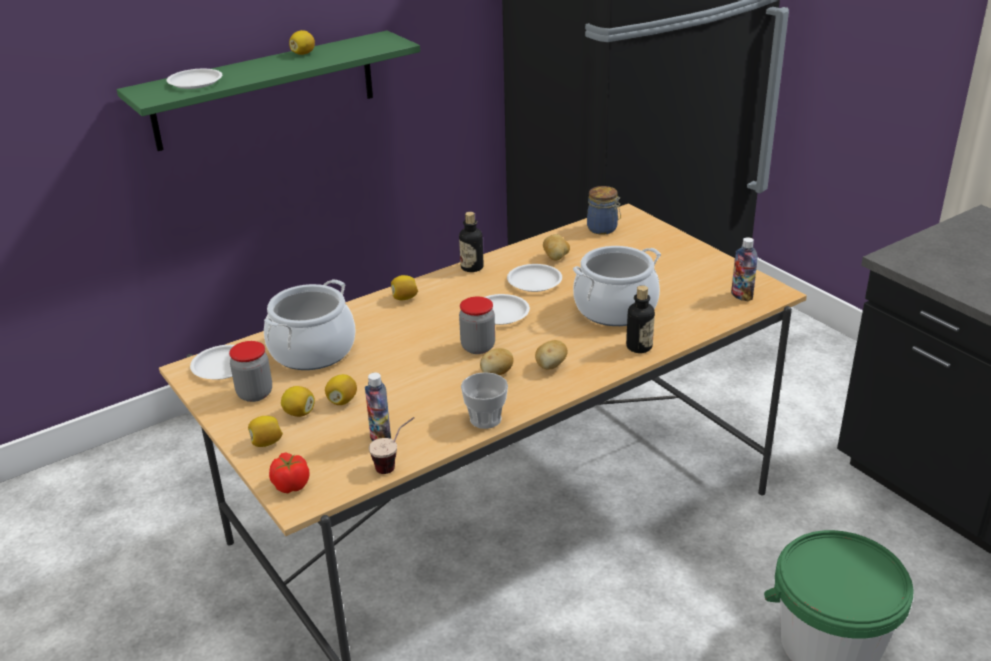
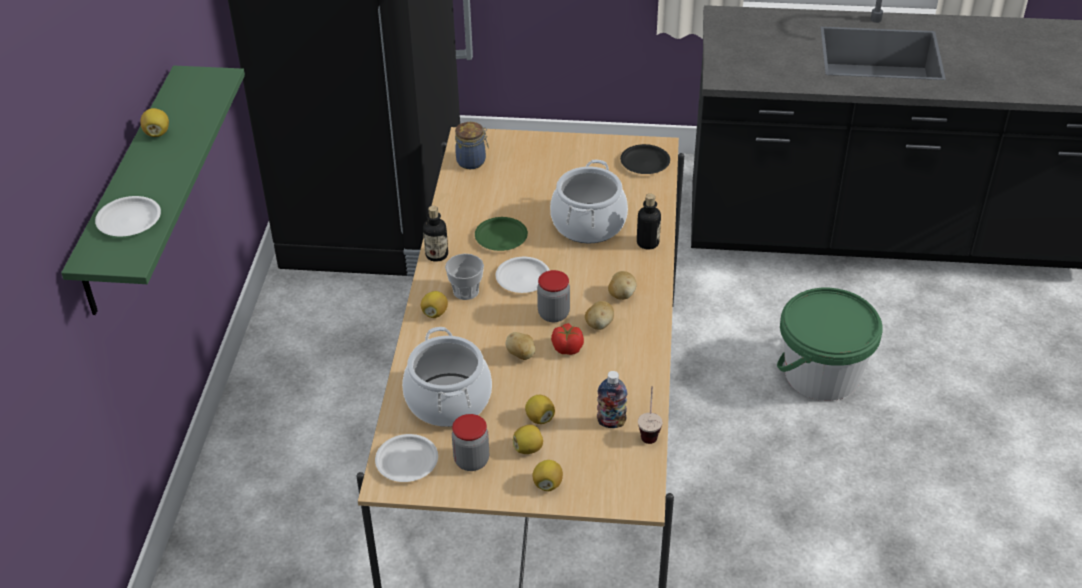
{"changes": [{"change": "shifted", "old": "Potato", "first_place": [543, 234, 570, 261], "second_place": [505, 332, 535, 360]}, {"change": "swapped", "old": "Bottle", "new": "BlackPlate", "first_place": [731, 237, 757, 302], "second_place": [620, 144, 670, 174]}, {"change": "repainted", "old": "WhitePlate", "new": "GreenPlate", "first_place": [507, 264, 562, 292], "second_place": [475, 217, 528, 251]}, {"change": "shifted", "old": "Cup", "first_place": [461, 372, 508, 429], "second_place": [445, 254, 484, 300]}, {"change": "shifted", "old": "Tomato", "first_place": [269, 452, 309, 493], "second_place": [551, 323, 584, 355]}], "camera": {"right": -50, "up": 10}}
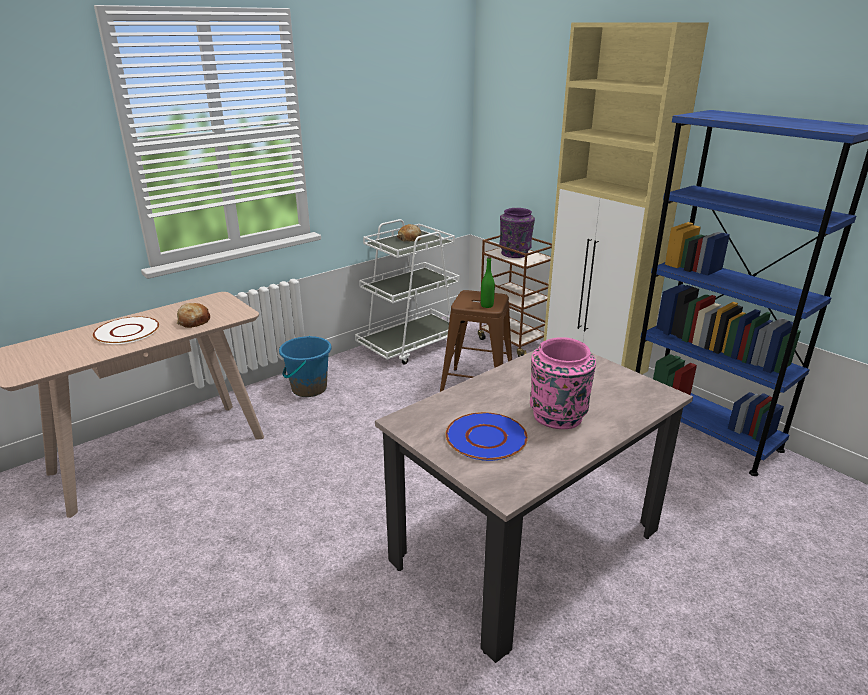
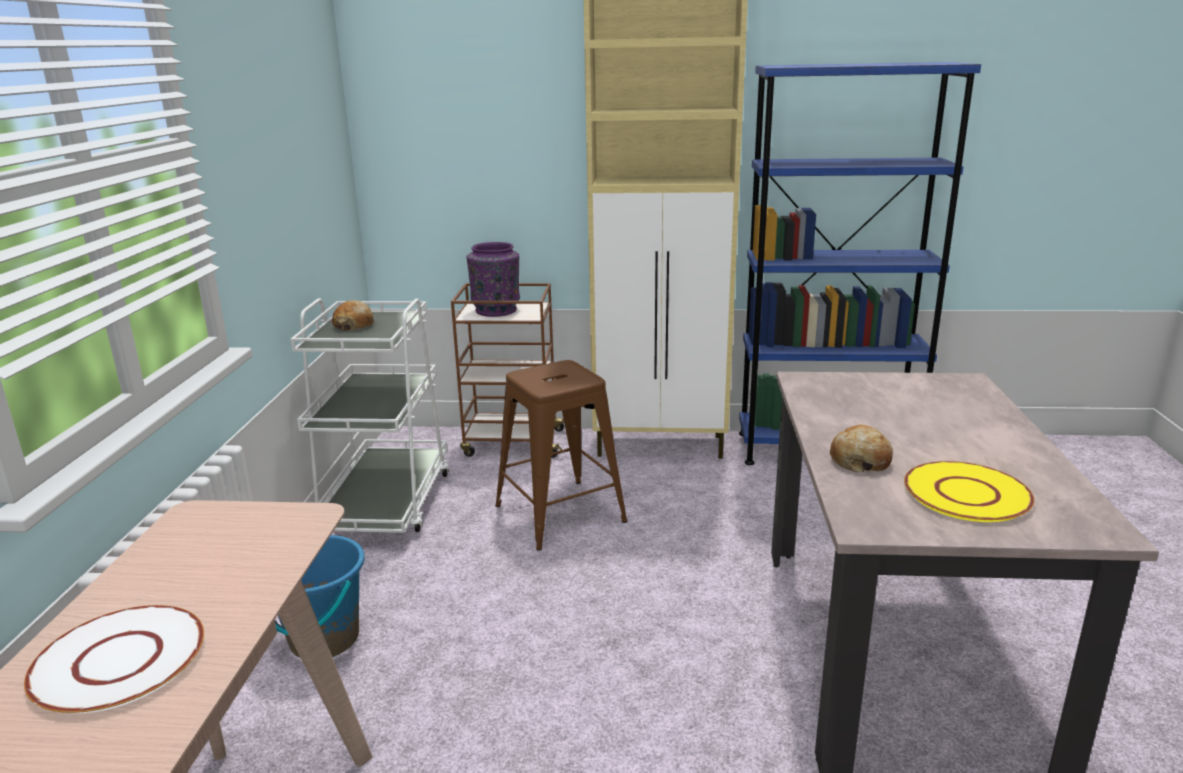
{"changes": [{"change": "gone", "old": "GreenBottle", "first_place": [481, 257, 495, 308]}, {"change": "shifted", "old": "Bread", "first_place": [177, 303, 210, 328], "second_place": [830, 425, 893, 472]}, {"change": "gone", "old": "PinkVase", "first_place": [530, 337, 596, 429]}, {"change": "repainted", "old": "BluePlate", "new": "YellowPlate", "first_place": [445, 412, 528, 461], "second_place": [904, 461, 1034, 522]}], "camera": {"right": -45, "up": -5}}
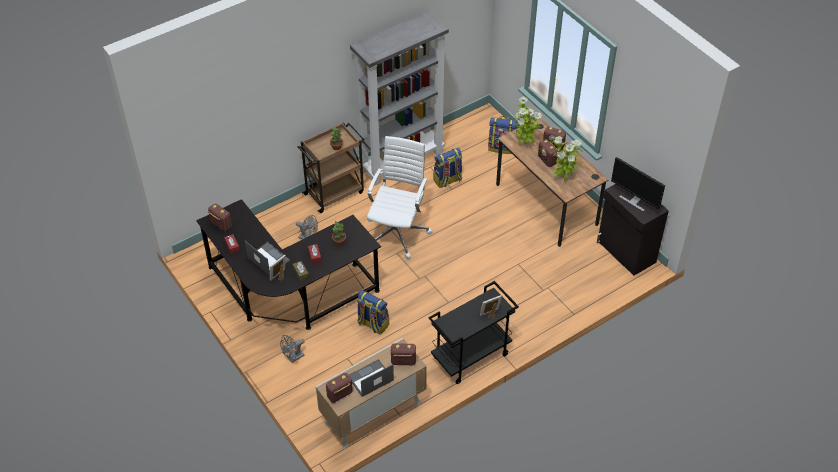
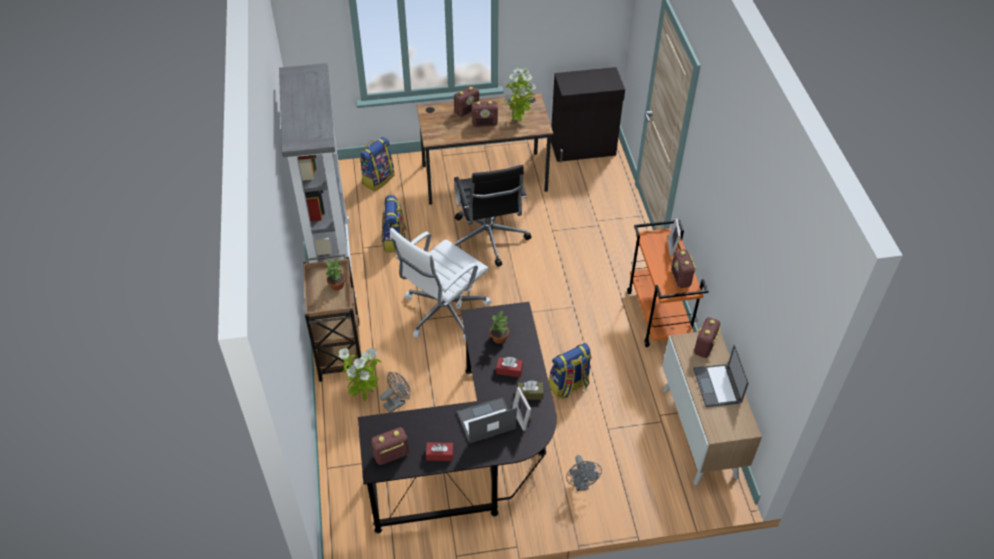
{"changes": [{"change": "shifted", "old": "PottedPlant", "first_place": [515, 96, 542, 145], "second_place": [337, 348, 381, 401]}, {"change": "rotated", "old": "WhiteOfficeChair", "first_place": [367, 136, 433, 259], "second_place": [390, 228, 491, 341], "degrees": -90}, {"change": "gone", "old": "Monitor", "first_place": [611, 157, 665, 212]}, {"change": "repainted", "old": "BlackCart", "new": "OrangeCart", "first_place": [429, 281, 519, 384], "second_place": [627, 220, 708, 347]}, {"change": "shifted", "old": "Radio", "first_place": [326, 373, 353, 403], "second_place": [671, 250, 696, 288]}, {"change": "new", "new": "BlackOfficeChair", "second_place": [454, 165, 531, 267]}], "camera": {"right": -65, "up": 0}}
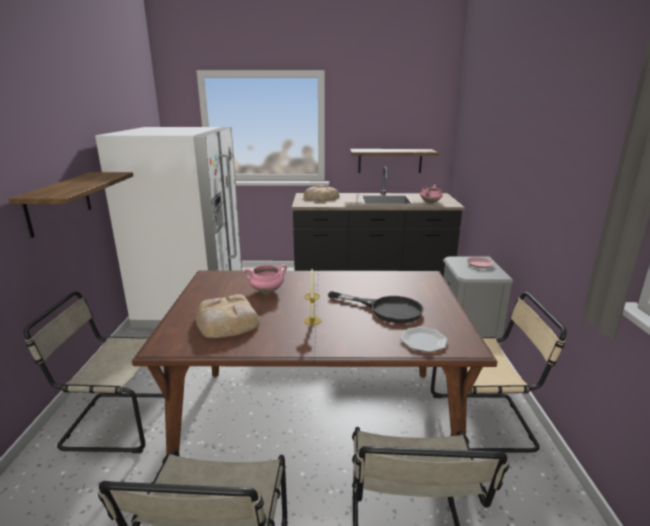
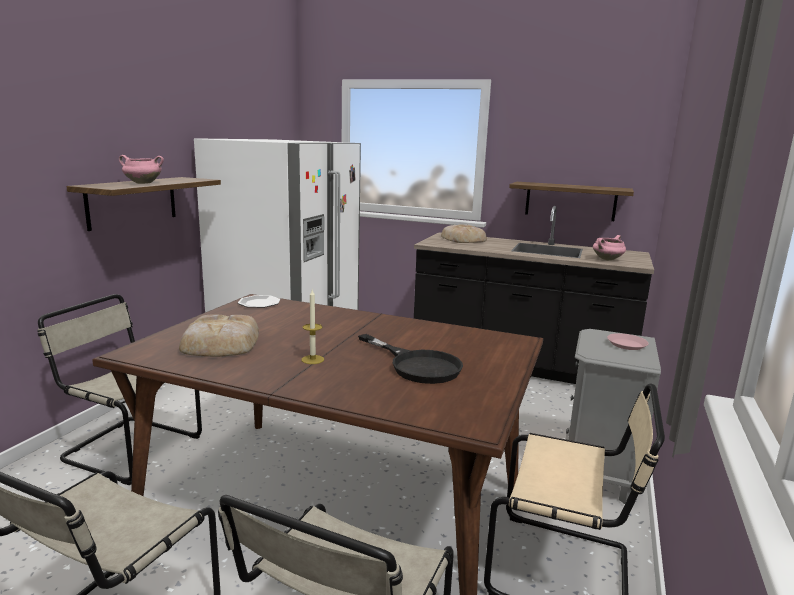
{"changes": [{"change": "shifted", "old": "PinkCookingPot", "first_place": [244, 264, 287, 293], "second_place": [119, 155, 164, 184]}, {"change": "shifted", "old": "Plate", "first_place": [400, 327, 448, 352], "second_place": [238, 295, 280, 308]}], "camera": {"right": 20, "up": -5}}
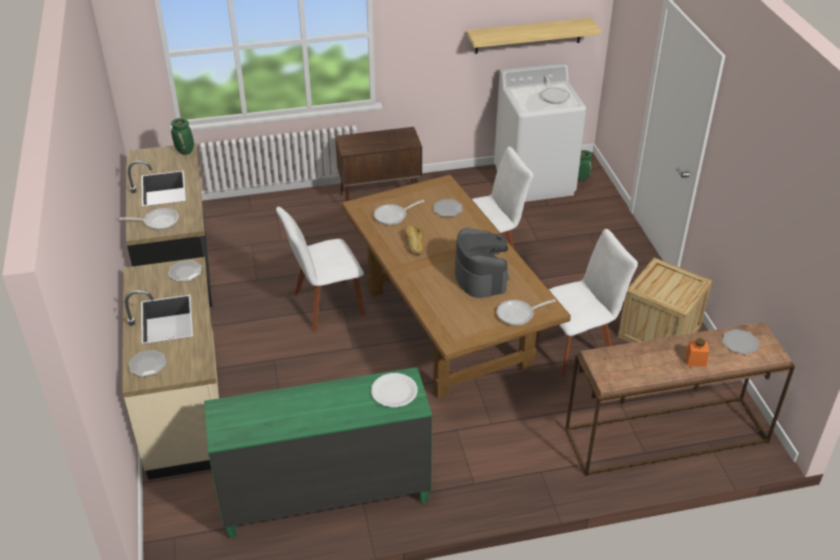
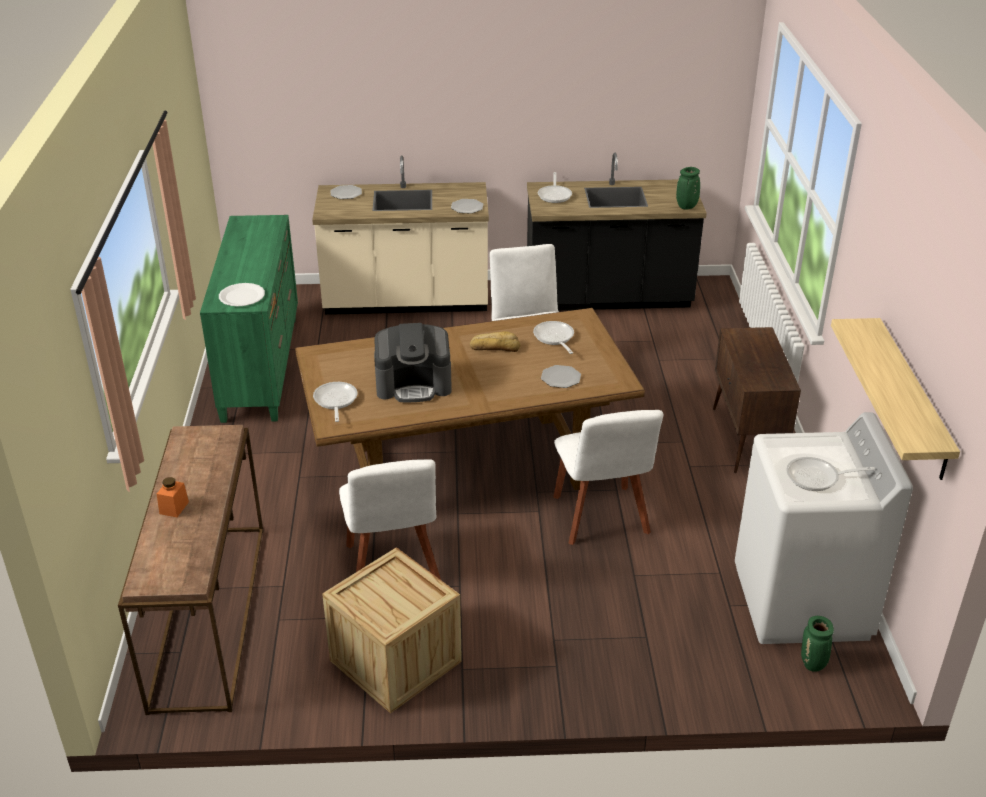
{"changes": [{"change": "gone", "old": "Plate", "first_place": [722, 329, 759, 355]}], "camera": {"right": 100, "up": -5}}
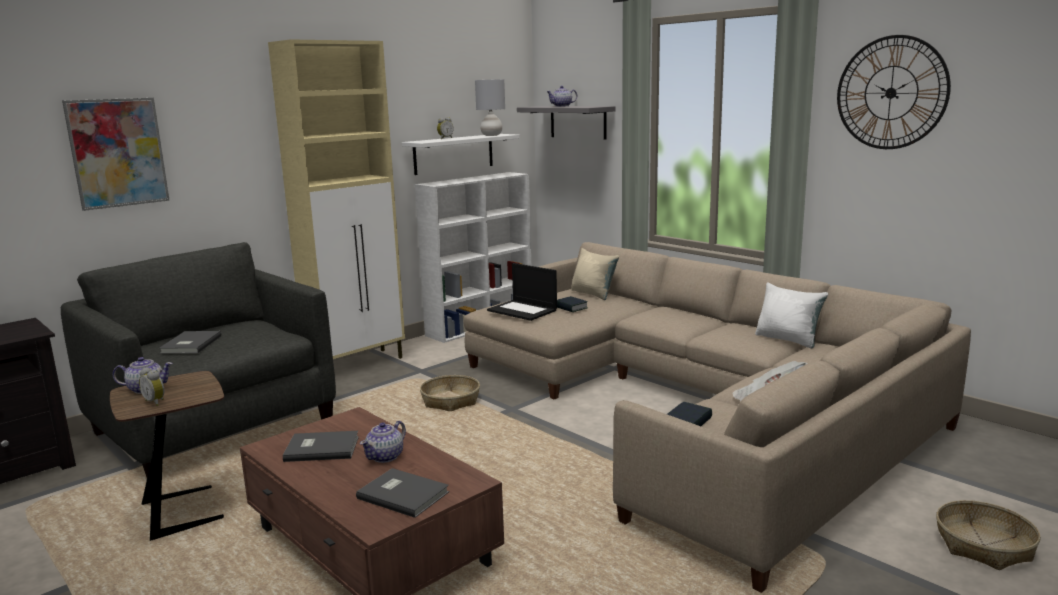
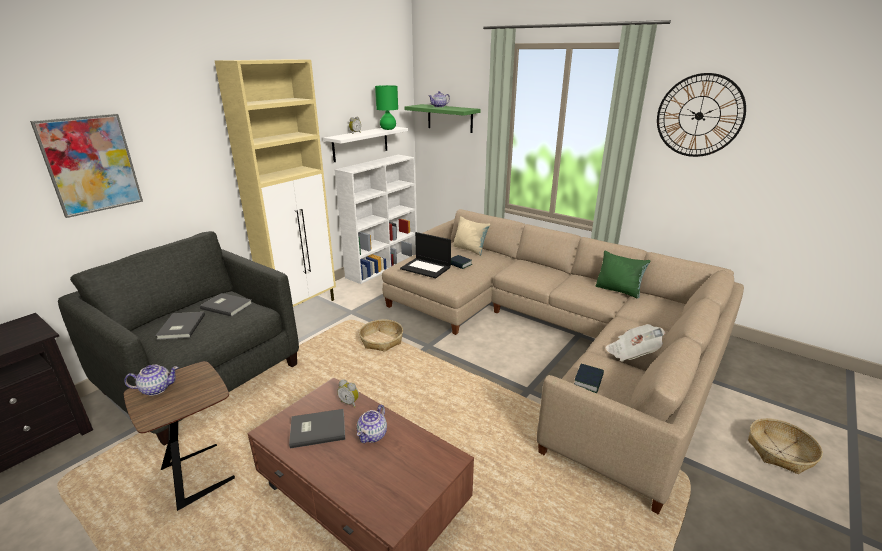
{"changes": [{"change": "repainted", "old": "GreyTableLamp", "new": "GreenTableLamp", "first_place": [475, 79, 505, 136], "second_place": [375, 85, 398, 130]}, {"change": "repainted", "old": "GreyShelf", "new": "GreenShelf", "first_place": [517, 106, 616, 140], "second_place": [405, 104, 481, 133]}, {"change": "repainted", "old": "WhitePillow", "new": "GreenPillow", "first_place": [755, 283, 828, 348], "second_place": [596, 251, 650, 299]}, {"change": "shifted", "old": "AlarmClock", "first_place": [139, 367, 165, 406], "second_place": [337, 379, 359, 408]}, {"change": "shifted", "old": "GreyBook", "first_place": [356, 468, 449, 518], "second_place": [200, 293, 252, 317]}], "camera": {"right": -10, "up": 10}}
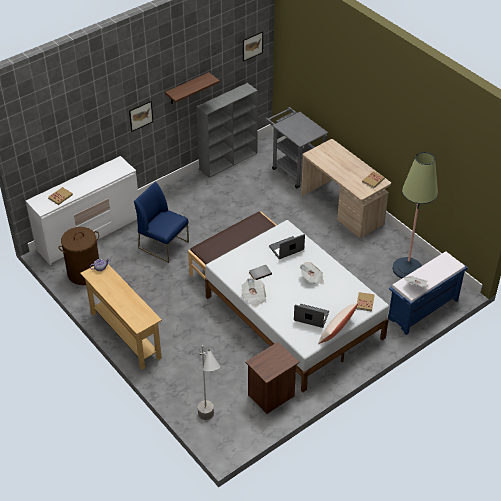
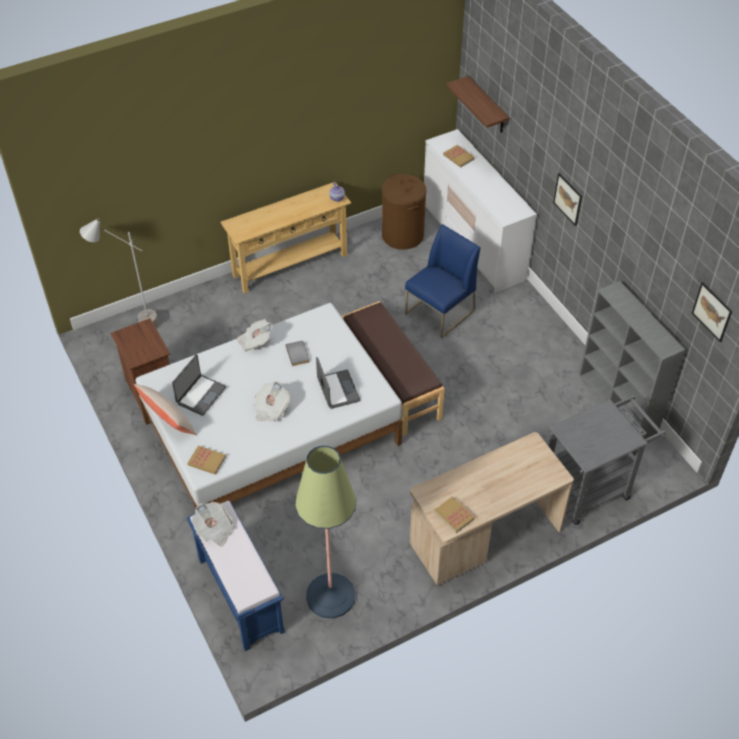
{"changes": [{"change": "shifted", "old": "Shelf", "first_place": [165, 72, 220, 104], "second_place": [447, 76, 509, 133]}], "camera": {"right": 100, "up": 5}}
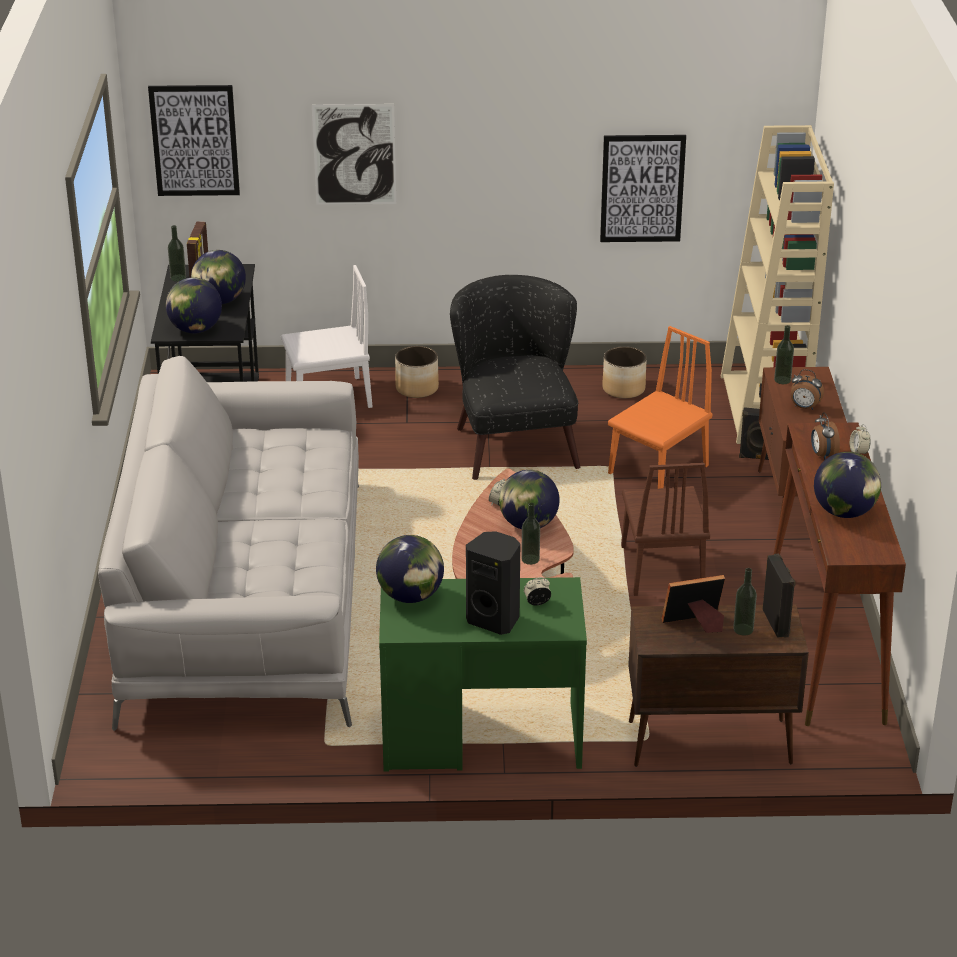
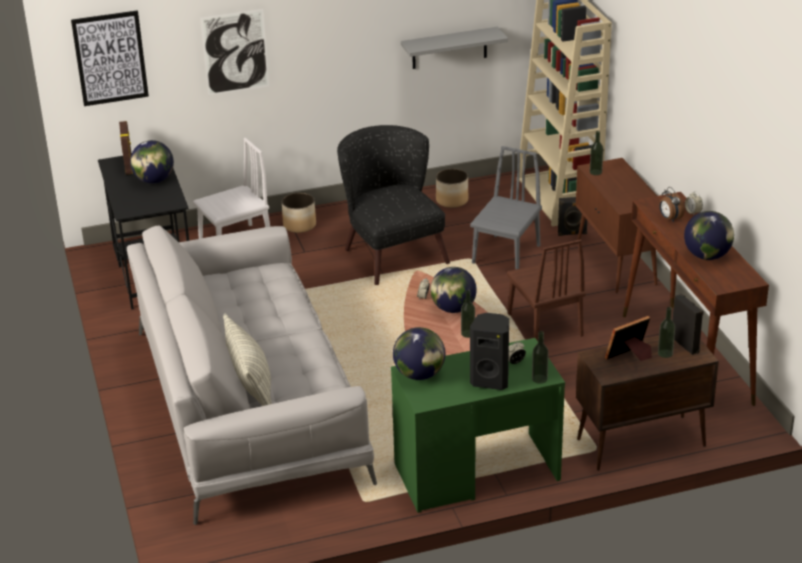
{"changes": [{"change": "swapped", "old": "Picture", "new": "GreyShelf", "first_place": [600, 135, 686, 242], "second_place": [401, 27, 508, 69]}, {"change": "shifted", "old": "Bottle", "first_place": [168, 225, 186, 282], "second_place": [532, 331, 548, 384]}, {"change": "gone", "old": "Globe", "first_place": [166, 277, 222, 333]}, {"change": "repainted", "old": "OrangeChair", "new": "GreyChair", "first_place": [608, 326, 712, 489], "second_place": [470, 146, 542, 270]}, {"change": "gone", "old": "AlarmClock", "first_place": [791, 369, 824, 410]}, {"change": "new", "new": "Pillow", "second_place": [223, 314, 272, 406]}], "camera": {"right": -15, "up": 0}}
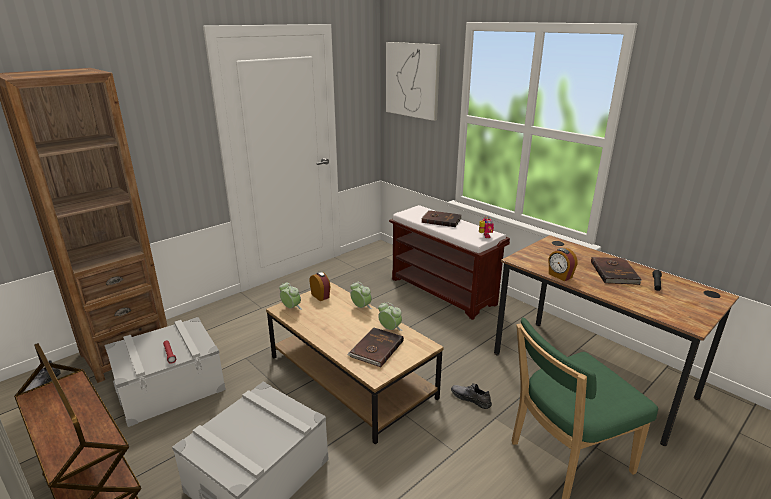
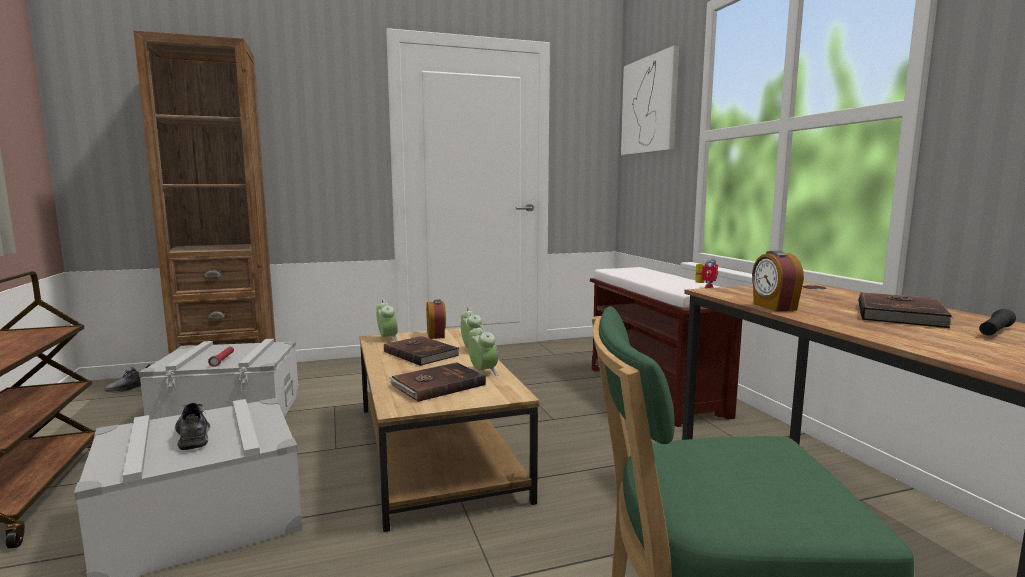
{"changes": [{"change": "shifted", "old": "BrownBook", "first_place": [421, 210, 462, 227], "second_place": [384, 336, 460, 366]}, {"change": "shifted", "old": "GreyShoe", "first_place": [451, 383, 492, 409], "second_place": [175, 403, 210, 450]}], "camera": {"right": 25, "up": -15}}
